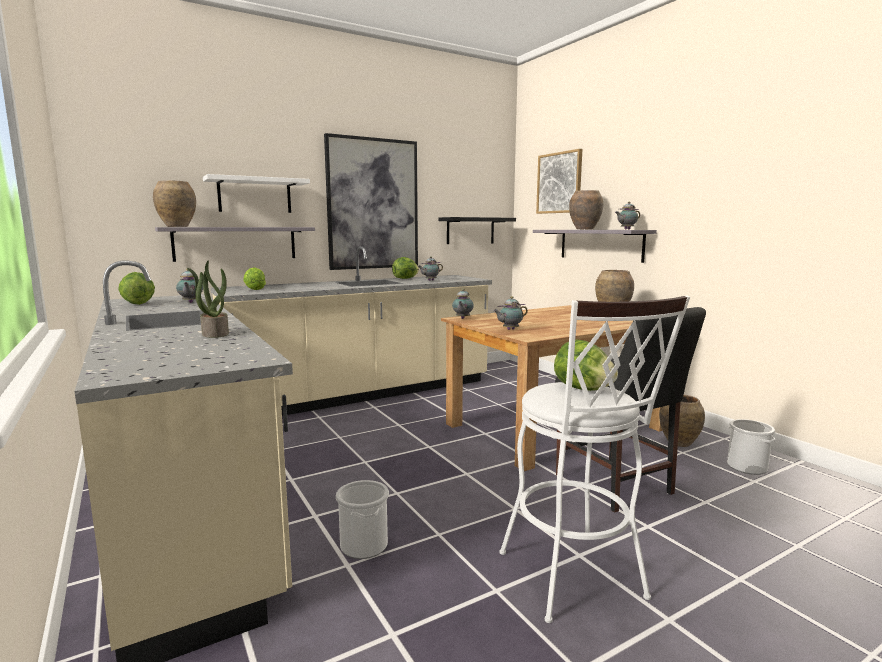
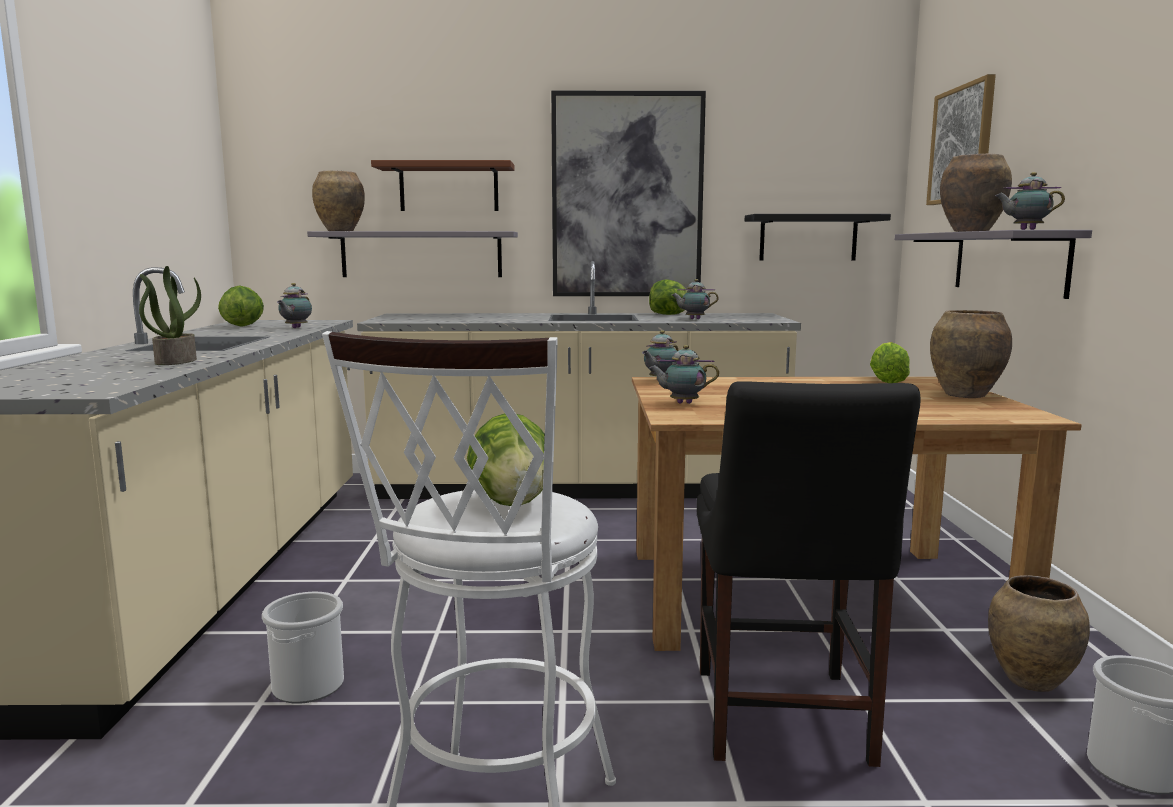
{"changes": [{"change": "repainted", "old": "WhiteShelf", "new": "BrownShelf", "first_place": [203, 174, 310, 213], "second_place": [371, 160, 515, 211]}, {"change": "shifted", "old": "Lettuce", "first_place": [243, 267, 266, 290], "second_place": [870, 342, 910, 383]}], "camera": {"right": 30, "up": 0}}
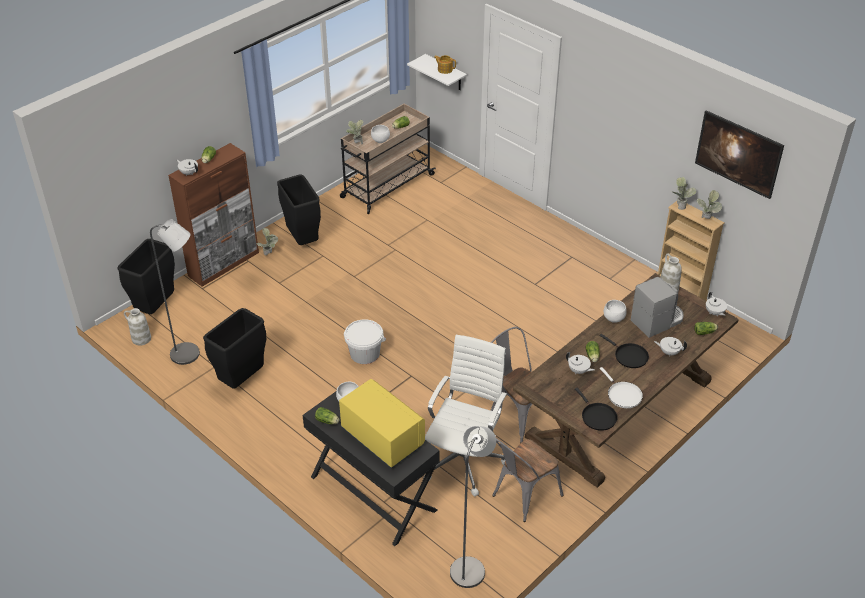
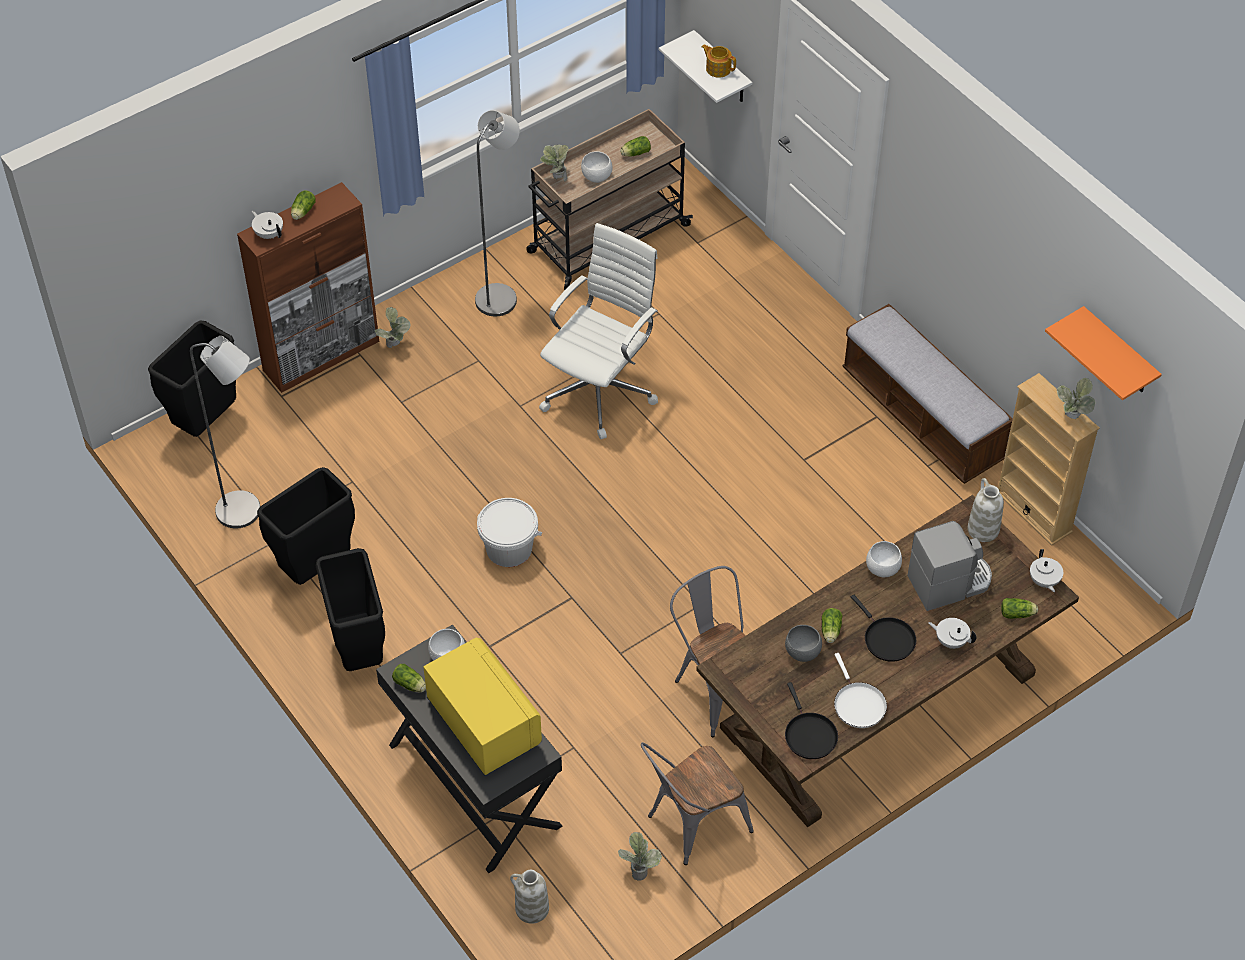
{"changes": [{"change": "swapped", "old": "Picture", "new": "OrangeShelf", "first_place": [695, 110, 784, 199], "second_place": [1045, 306, 1162, 400]}, {"change": "shifted", "old": "BlackTrashCan", "first_place": [277, 175, 321, 245], "second_place": [316, 548, 385, 671]}, {"change": "shifted", "old": "PottedPlant", "first_place": [671, 177, 696, 210], "second_place": [618, 832, 662, 881]}, {"change": "shifted", "old": "WhiteVase", "first_place": [124, 308, 151, 346], "second_place": [510, 870, 549, 924]}, {"change": "shifted", "old": "WhiteOfficeChair", "first_place": [423, 335, 507, 496], "second_place": [539, 223, 658, 439]}, {"change": "swapped", "old": "WhiteTeapot", "new": "GreyBowl", "first_place": [566, 352, 595, 374], "second_place": [785, 625, 822, 662]}, {"change": "shifted", "old": "GreyFloorLamp", "first_place": [450, 426, 496, 588], "second_place": [475, 110, 520, 316]}, {"change": "new", "new": "Bench", "second_place": [842, 304, 1013, 484]}], "camera": {"right": 10, "up": 10}}
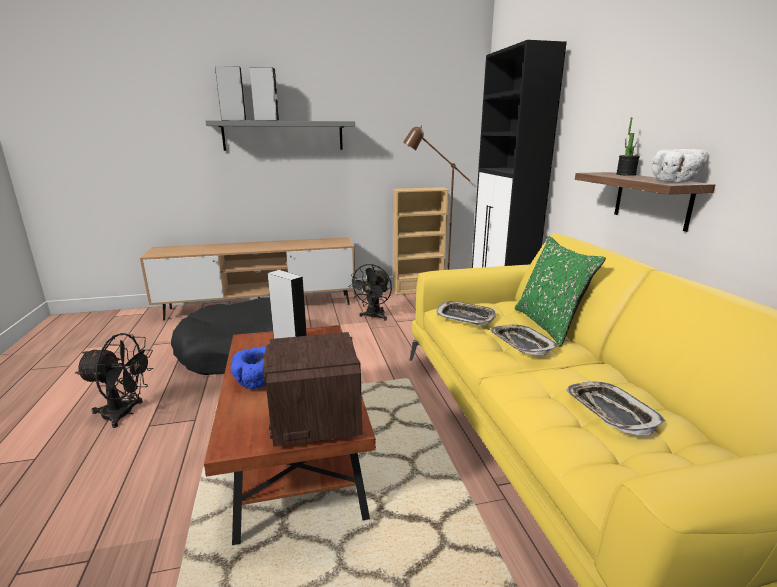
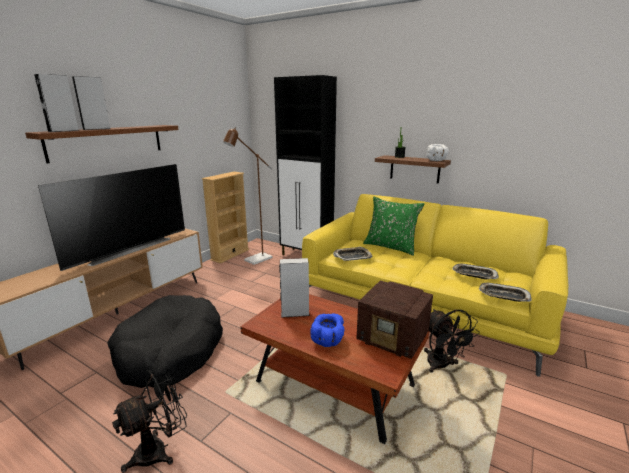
{"changes": [{"change": "repainted", "old": "GreyShelf", "new": "BrownShelf", "first_place": [205, 120, 355, 151], "second_place": [25, 125, 179, 163]}, {"change": "shifted", "old": "BlackFan", "first_place": [348, 264, 392, 321], "second_place": [424, 309, 480, 373]}, {"change": "shifted", "old": "Tray", "first_place": [489, 325, 558, 355], "second_place": [479, 283, 532, 302]}, {"change": "new", "new": "Television", "second_place": [38, 164, 185, 271]}], "camera": {"right": -45, "up": 0}}
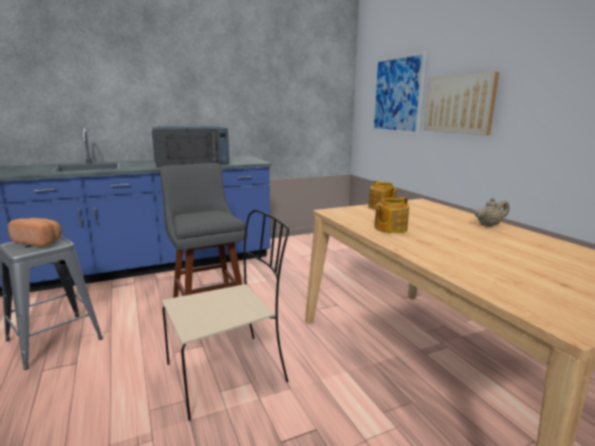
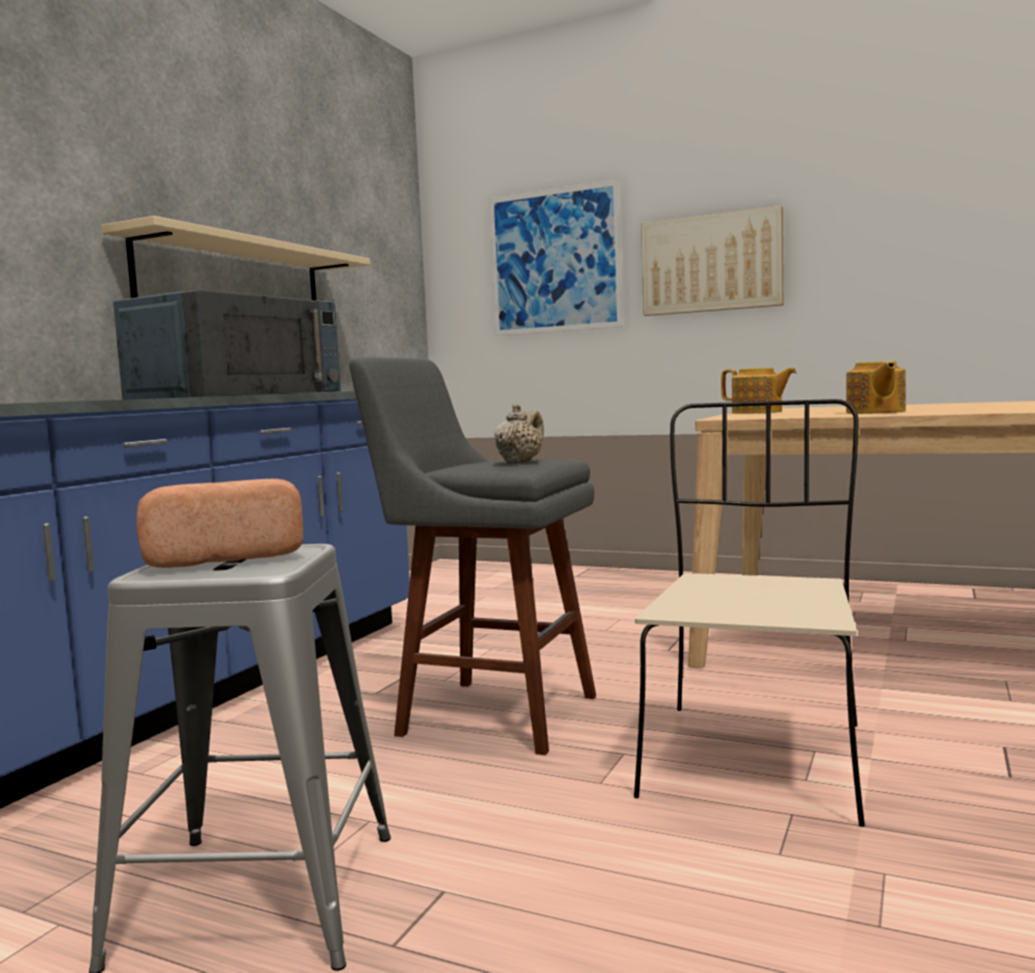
{"changes": [{"change": "shifted", "old": "BeigeTeapot", "first_place": [474, 198, 509, 226], "second_place": [495, 403, 544, 463]}, {"change": "new", "new": "BeigeShelf", "second_place": [101, 216, 370, 300]}], "camera": {"right": -40, "up": -10}}
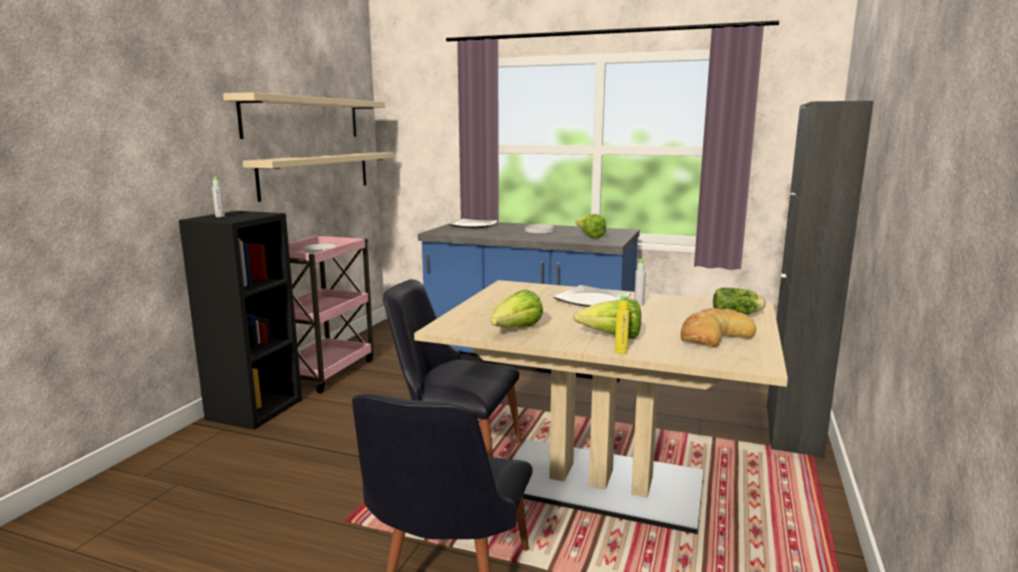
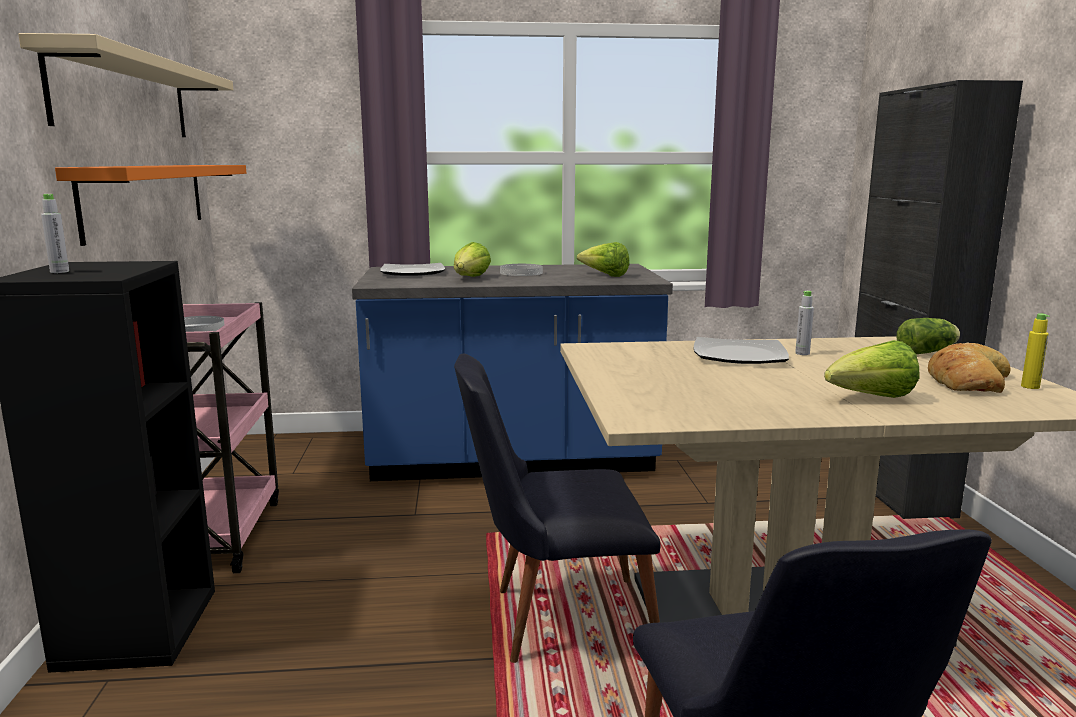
{"changes": [{"change": "repainted", "old": "BeigeShelf", "new": "OrangeShelf", "first_place": [243, 152, 394, 202], "second_place": [55, 165, 246, 246]}, {"change": "shifted", "old": "Lettuce", "first_place": [491, 290, 543, 327], "second_place": [454, 242, 491, 277]}, {"change": "shifted", "old": "YellowBottle", "first_place": [615, 296, 629, 354], "second_place": [1021, 313, 1050, 389]}], "camera": {"right": -25, "up": 0}}
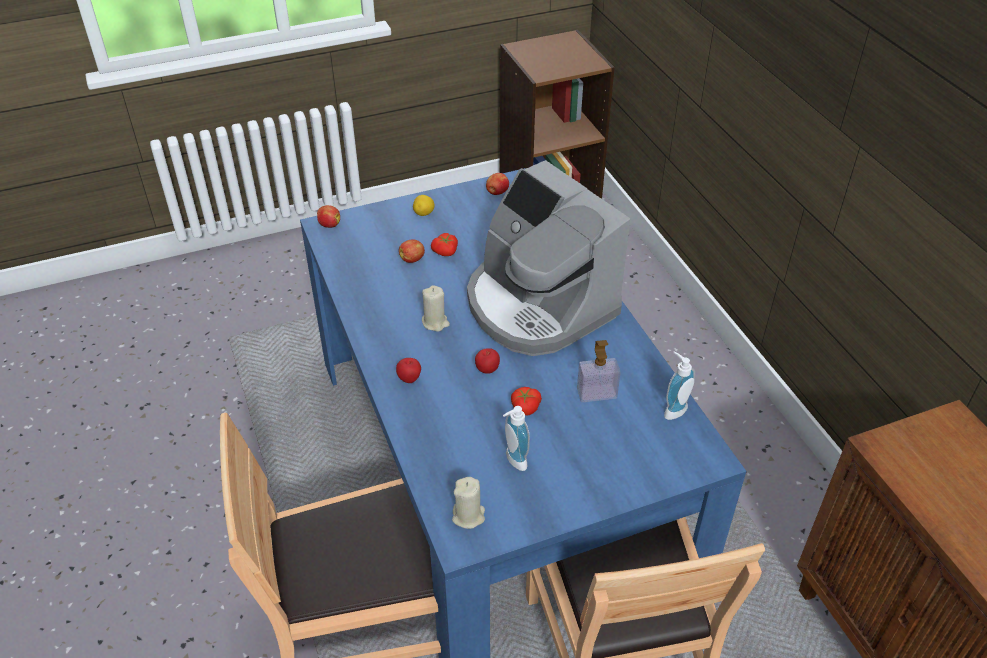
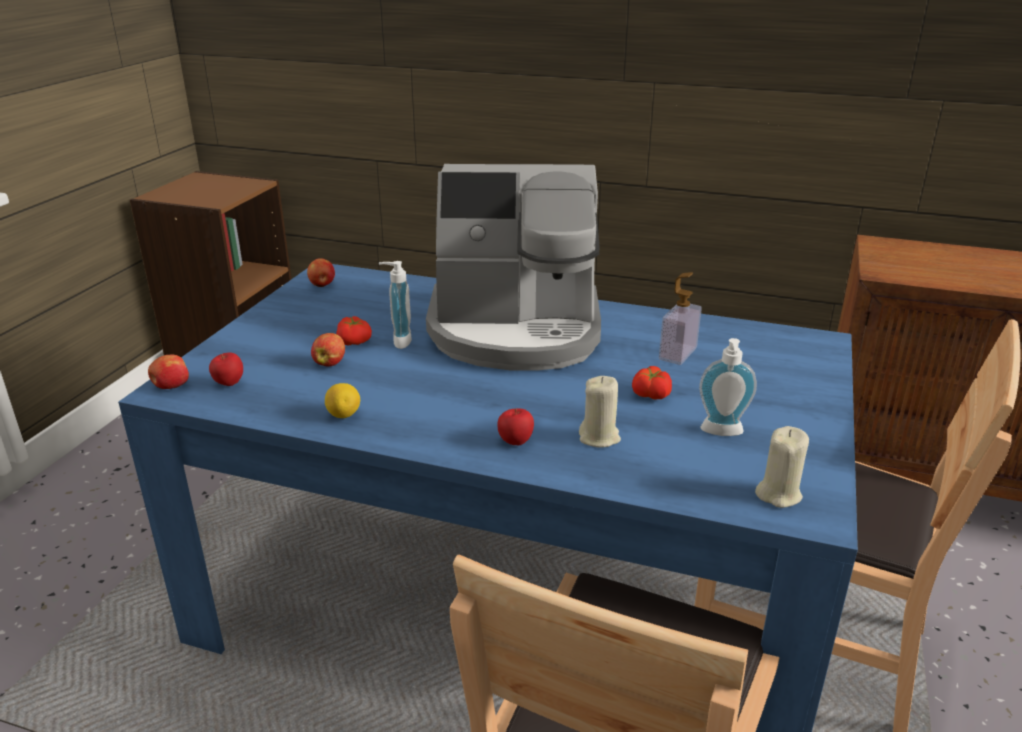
{"changes": [{"change": "shifted", "old": "Lemon", "first_place": [413, 195, 434, 216], "second_place": [325, 383, 360, 418]}, {"change": "shifted", "old": "BeigeCandle", "first_place": [422, 285, 450, 332], "second_place": [579, 376, 621, 448]}, {"change": "shifted", "old": "Apple", "first_place": [475, 348, 500, 374], "second_place": [209, 353, 243, 386]}, {"change": "shifted", "old": "SoapDispenser", "first_place": [664, 351, 695, 420], "second_place": [379, 261, 412, 349]}], "camera": {"right": -50, "up": -15}}
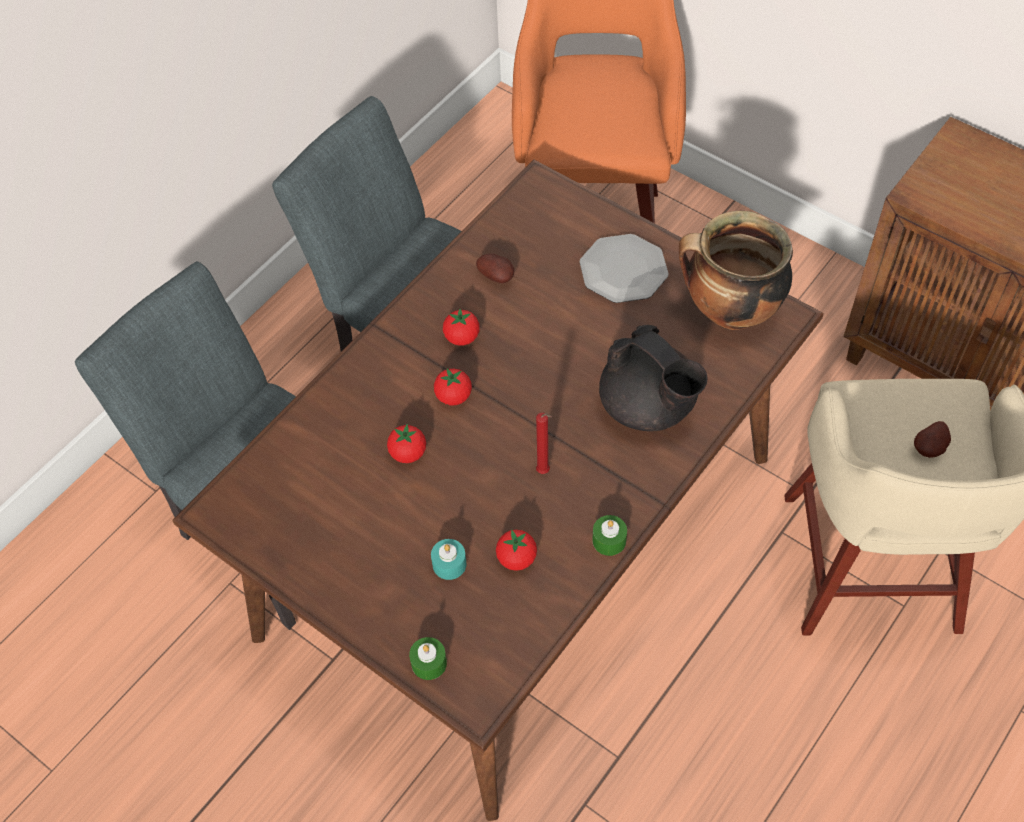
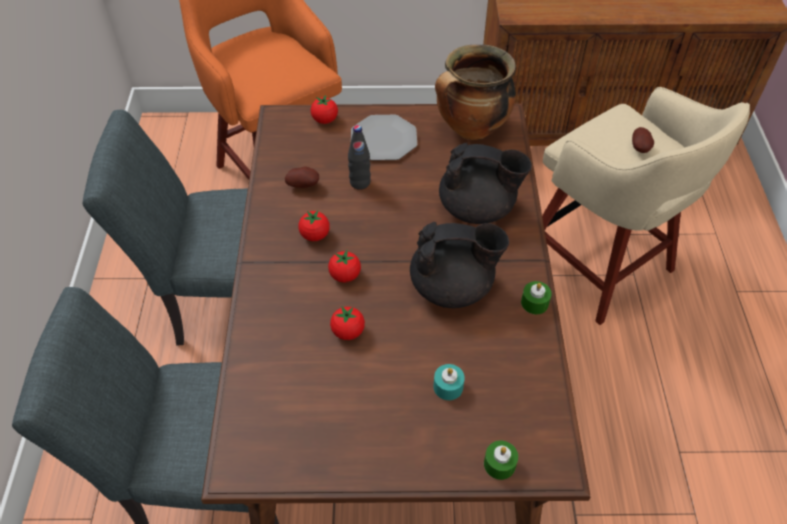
{"changes": [{"change": "swapped", "old": "RedCandle", "new": "BlackTeapot", "first_place": [536, 413, 552, 474], "second_place": [410, 222, 509, 308]}, {"change": "shifted", "old": "Tomato", "first_place": [496, 529, 537, 571], "second_place": [311, 95, 338, 124]}, {"change": "new", "new": "BlackBottle", "second_place": [348, 125, 371, 190]}], "camera": {"right": -40, "up": -5}}
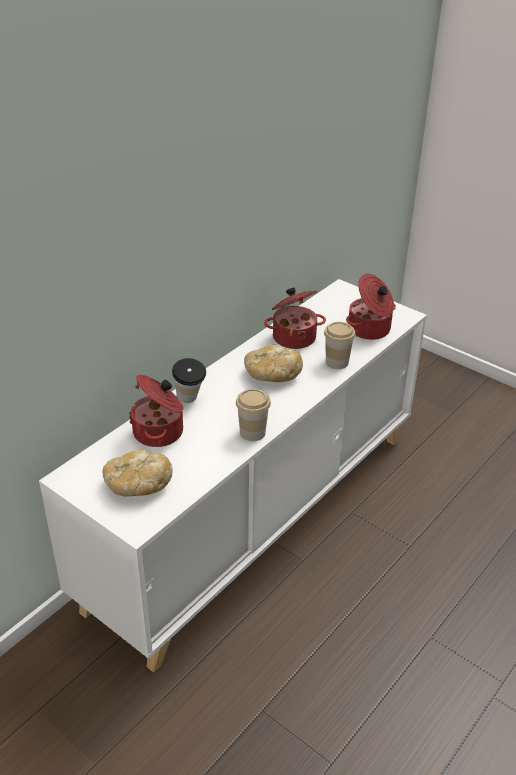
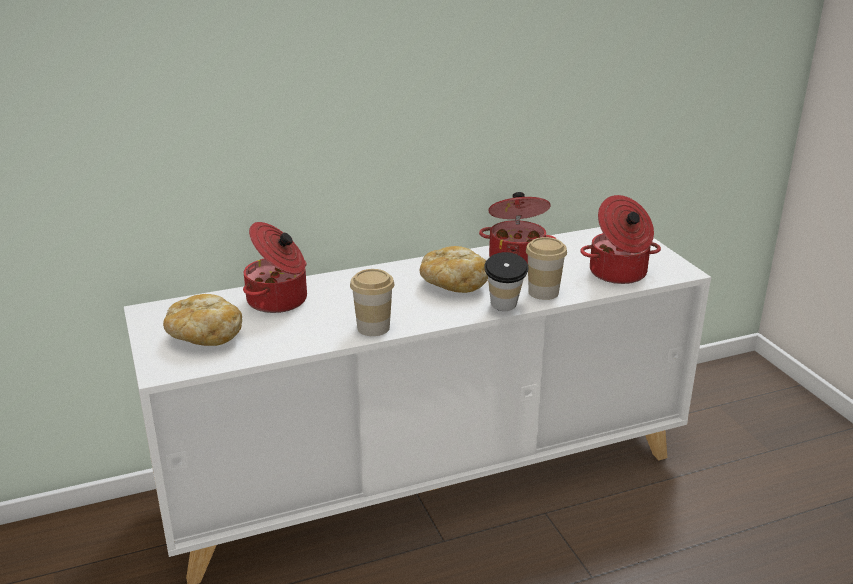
{"changes": [{"change": "shifted", "old": "Cup", "first_place": [172, 358, 206, 403], "second_place": [484, 252, 529, 311]}], "camera": {"right": 30, "up": -10}}
